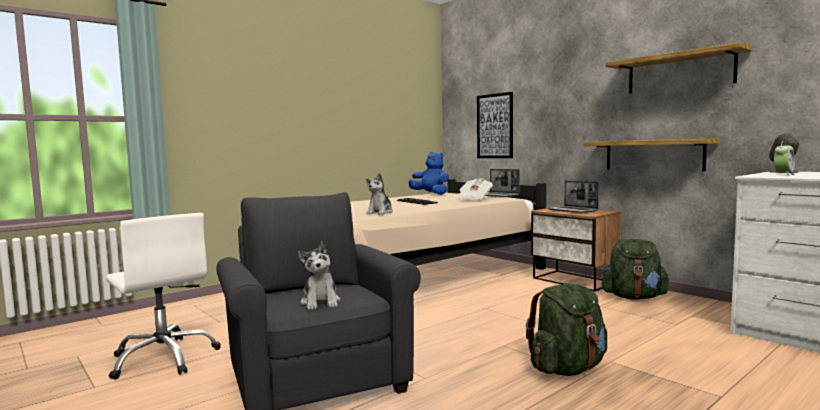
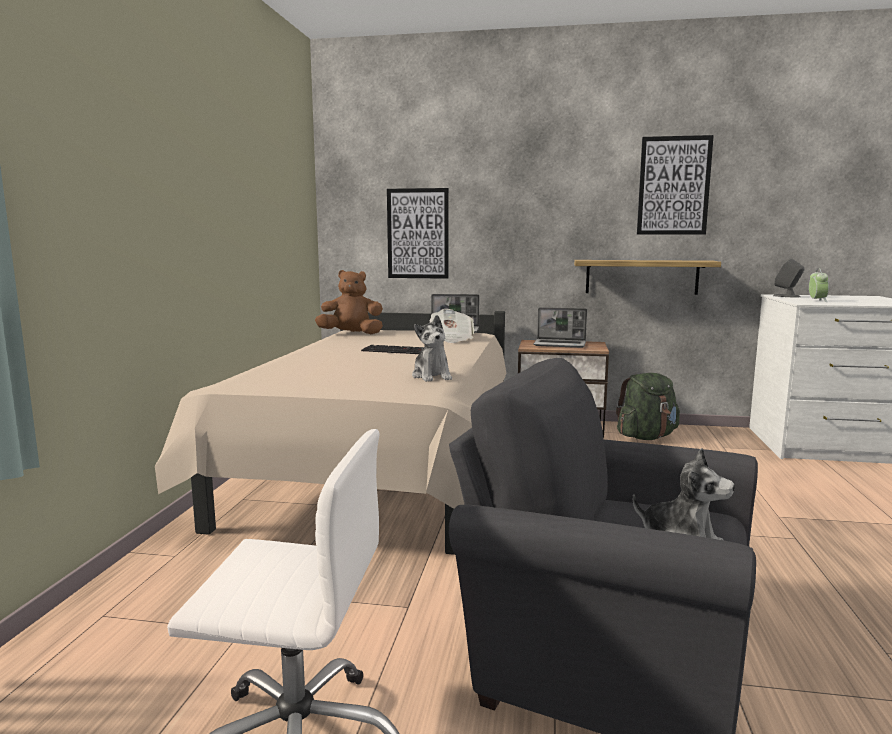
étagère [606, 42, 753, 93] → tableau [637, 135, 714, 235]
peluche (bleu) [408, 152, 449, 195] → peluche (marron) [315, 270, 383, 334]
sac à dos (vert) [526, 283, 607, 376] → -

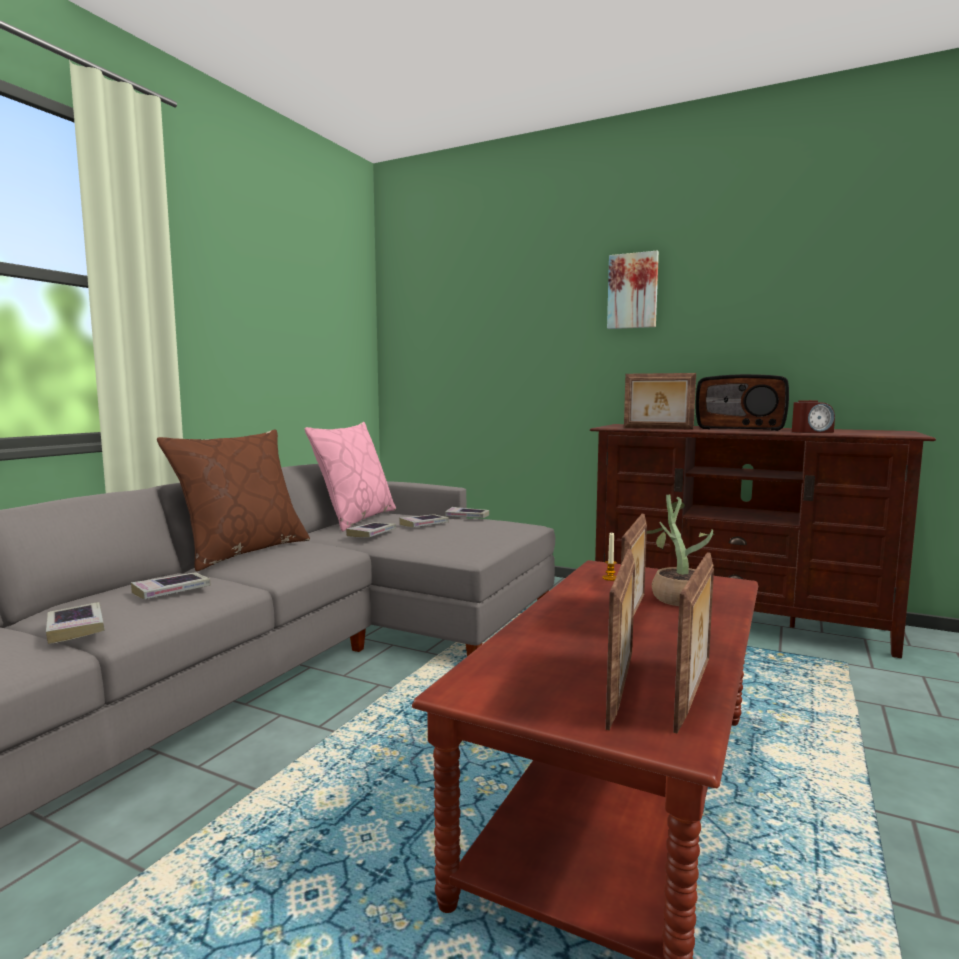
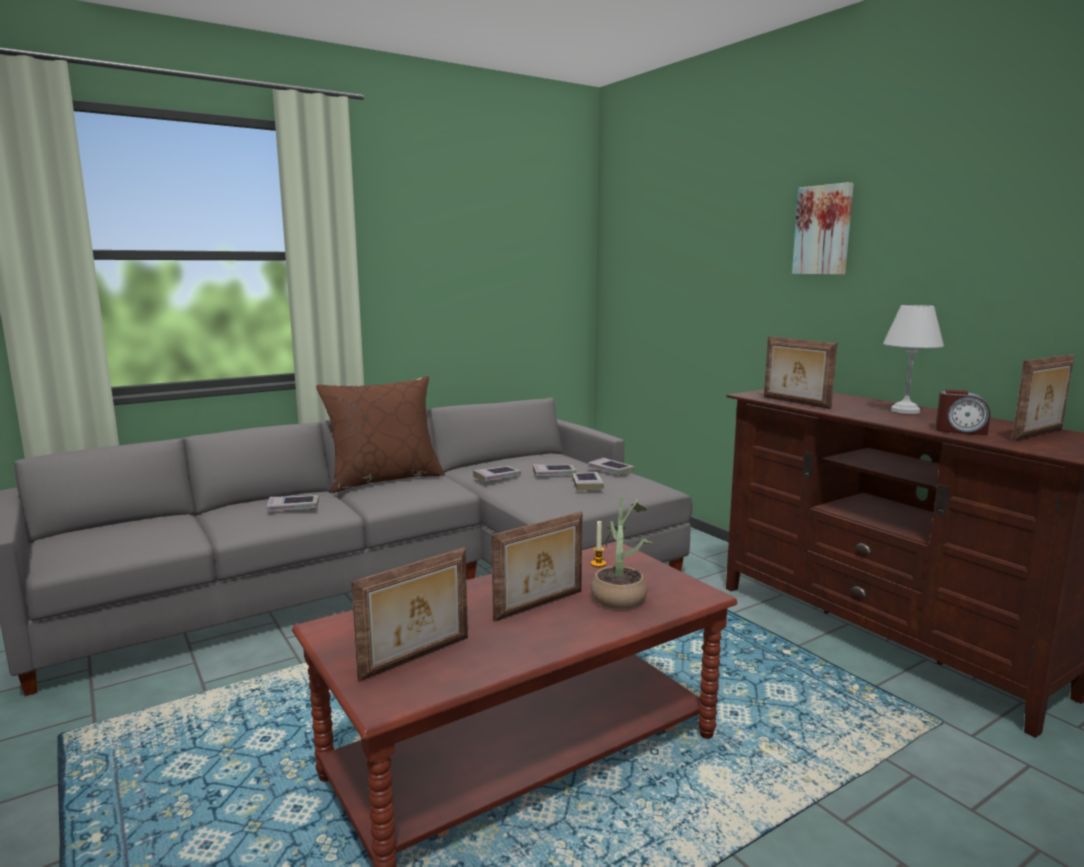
radio [696, 374, 789, 431] → lampe de table (blanc) [883, 305, 944, 414]
coussin (rose) [305, 422, 396, 531] → -
cadre photo [673, 552, 714, 733] → cadre photo [1012, 354, 1074, 441], move
livre [46, 602, 105, 644] → livre [572, 472, 604, 491], move

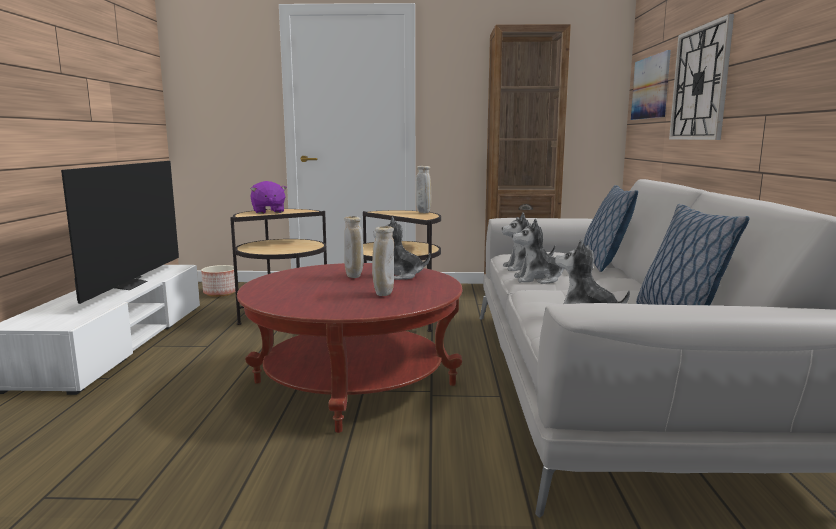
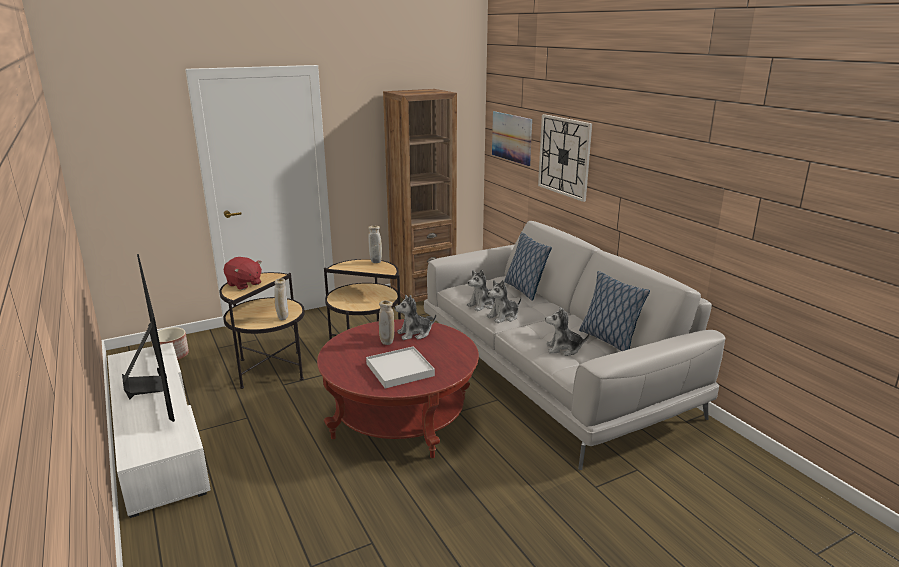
peluche (violet) [250, 181, 287, 214] → peluche (rouge) [224, 257, 262, 290]
vase (beige) [372, 226, 394, 296] → vase (beige) [274, 278, 288, 320], move
- → plateau (blanc) [366, 346, 435, 388]

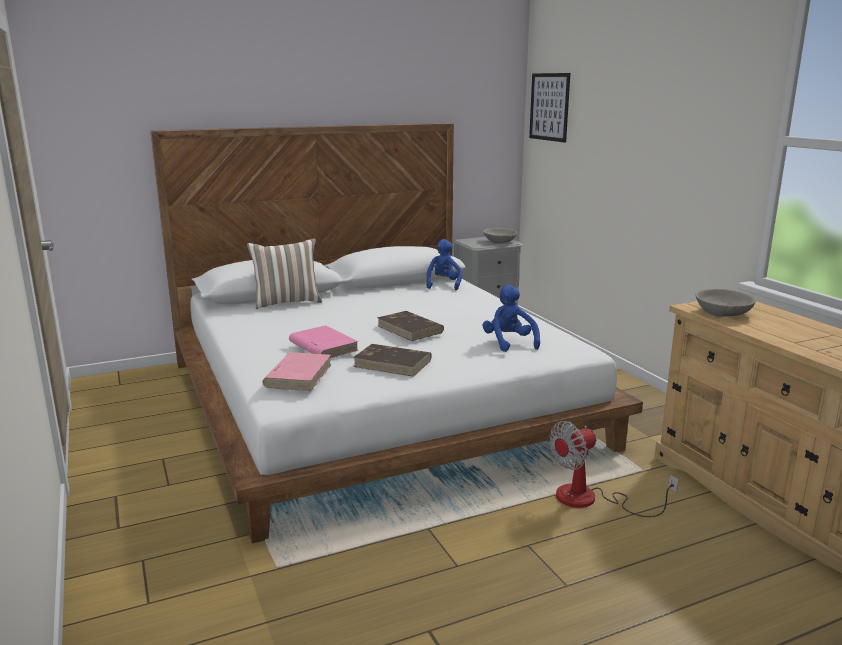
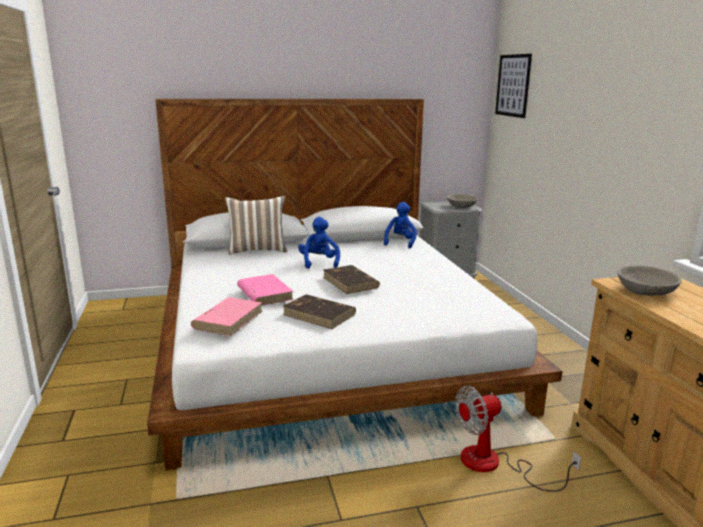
peluche (bleu) [482, 285, 540, 352] → peluche (bleu) [298, 217, 340, 269], move

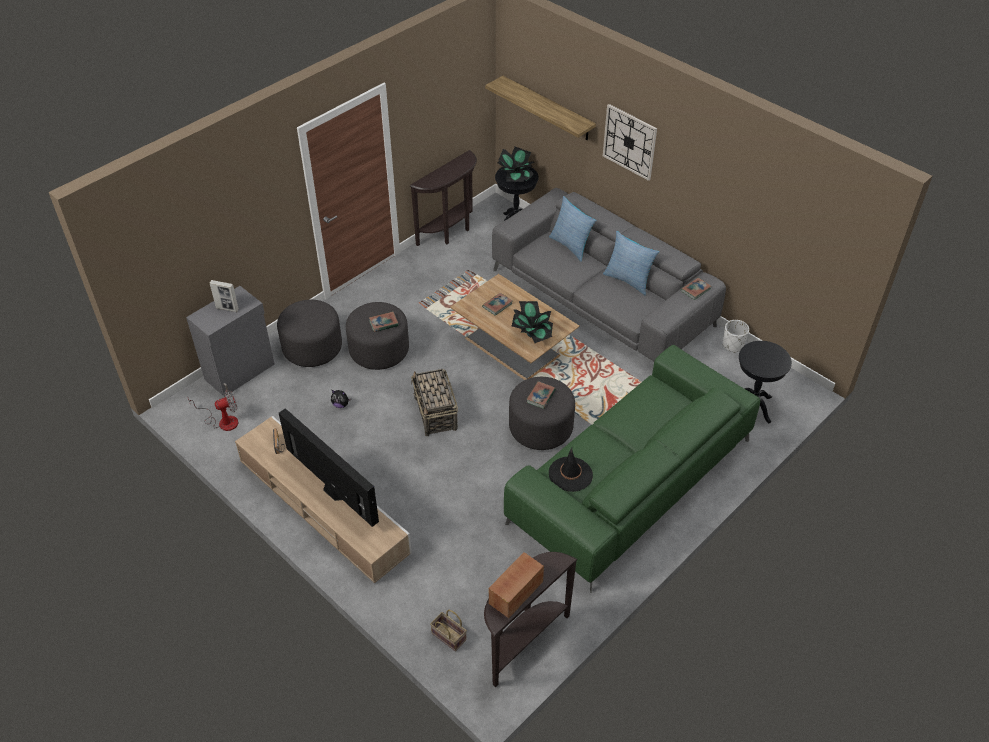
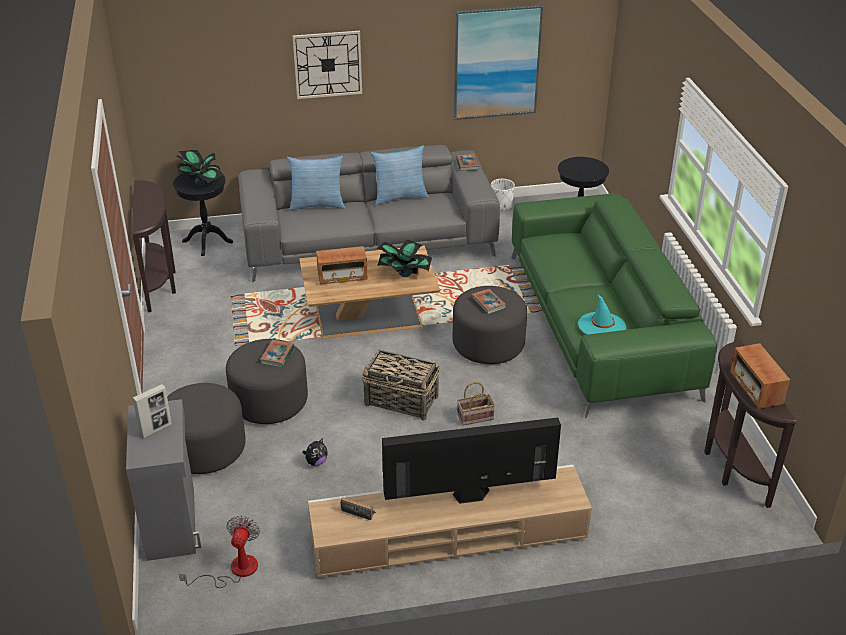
étagère [485, 76, 596, 140] → -
livre [482, 293, 513, 316] → radio [316, 246, 368, 285]
chapeau (noir) [549, 448, 593, 492] → chapeau (turquoise) [578, 294, 626, 335]
panier [430, 610, 467, 652] → panier [457, 382, 495, 426], move
- → tableau [454, 4, 543, 120]

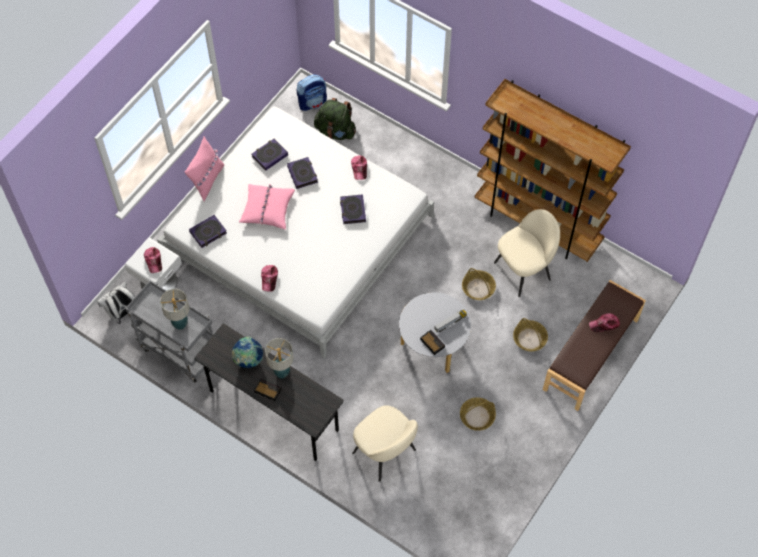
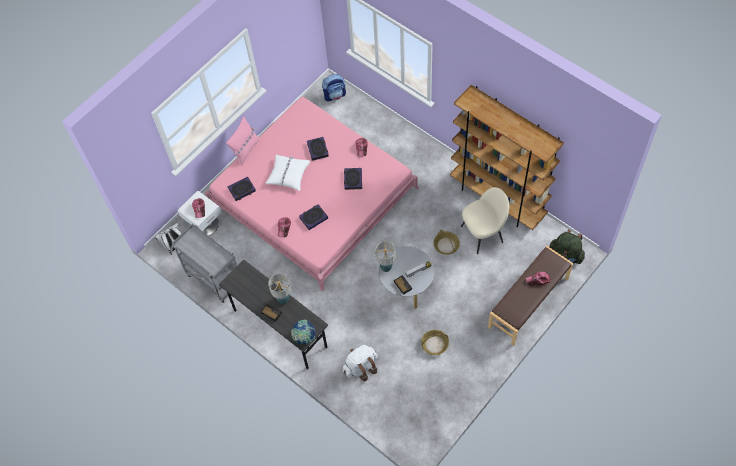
sac à dos (vert) [314, 98, 356, 140] → sac à dos (vert) [550, 230, 585, 264], move
lit (blanc) [157, 106, 435, 359] → lit (rose) [205, 97, 419, 291]
livre [252, 139, 288, 171] → livre [299, 204, 328, 230], move
coussin (rose) [239, 184, 295, 230] → coussin (blanc) [266, 155, 310, 191]
lampe de table [160, 289, 190, 330] → lampe de table [375, 241, 396, 272], move
panier [513, 318, 548, 351] → -
globe [232, 337, 263, 368] → globe [291, 319, 316, 344], move
chaise (beige) [352, 405, 418, 482] → sac à dos (blanc) [343, 345, 378, 381]

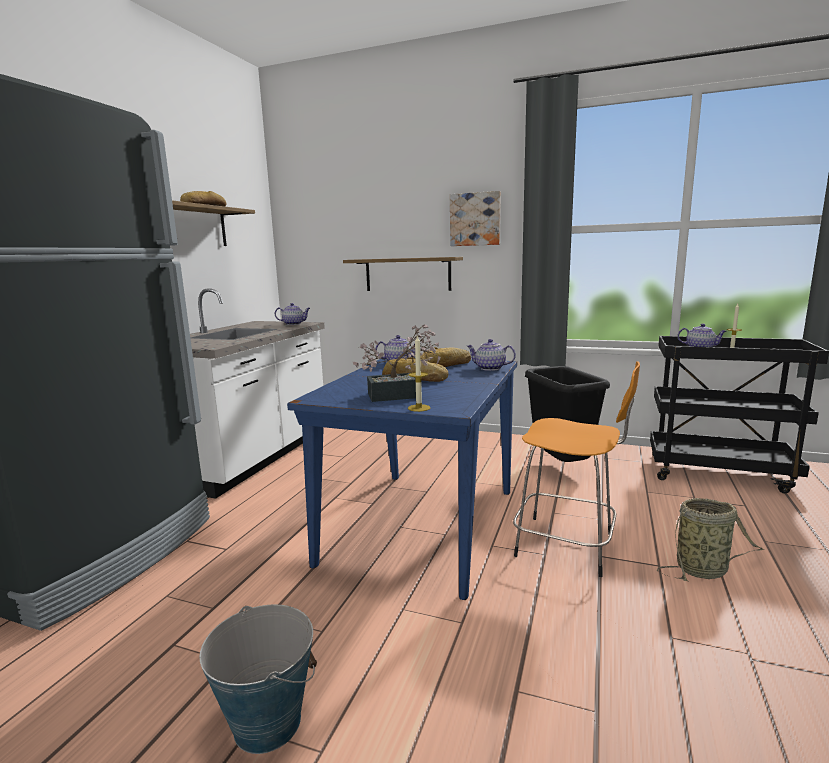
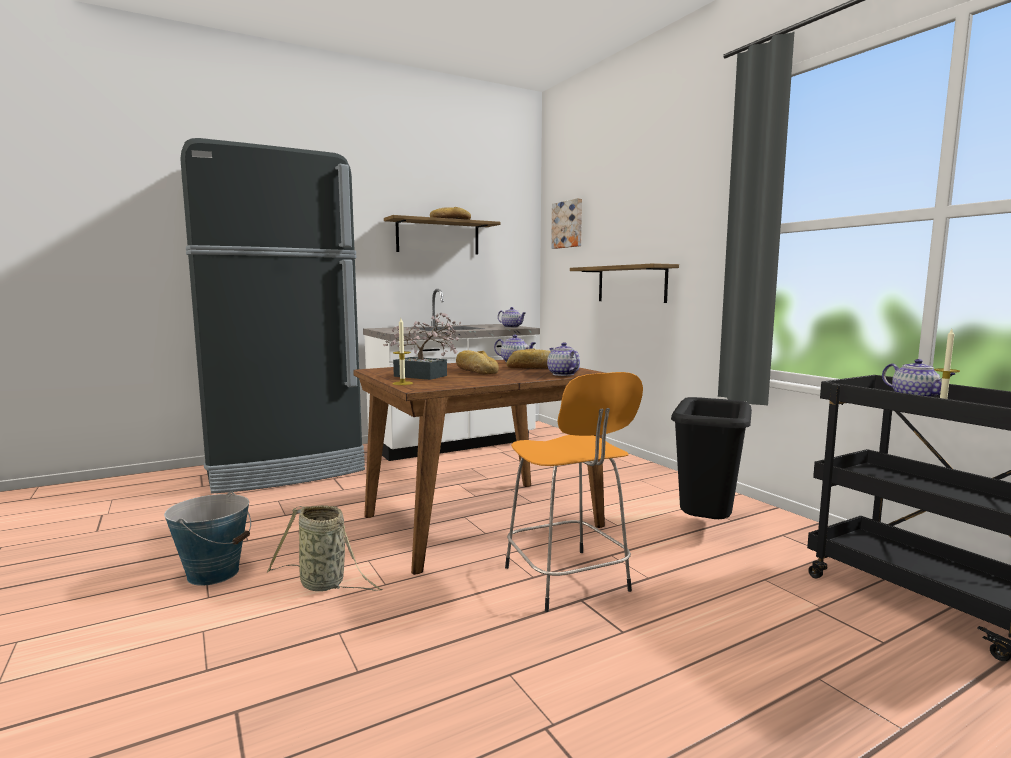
tableau [450, 191, 501, 246] → tableau [551, 198, 582, 249], move
table à manger (bleu) [287, 357, 517, 600] → table à manger (marron) [353, 360, 605, 575]
panier [657, 498, 765, 581] → panier [267, 505, 382, 591], move

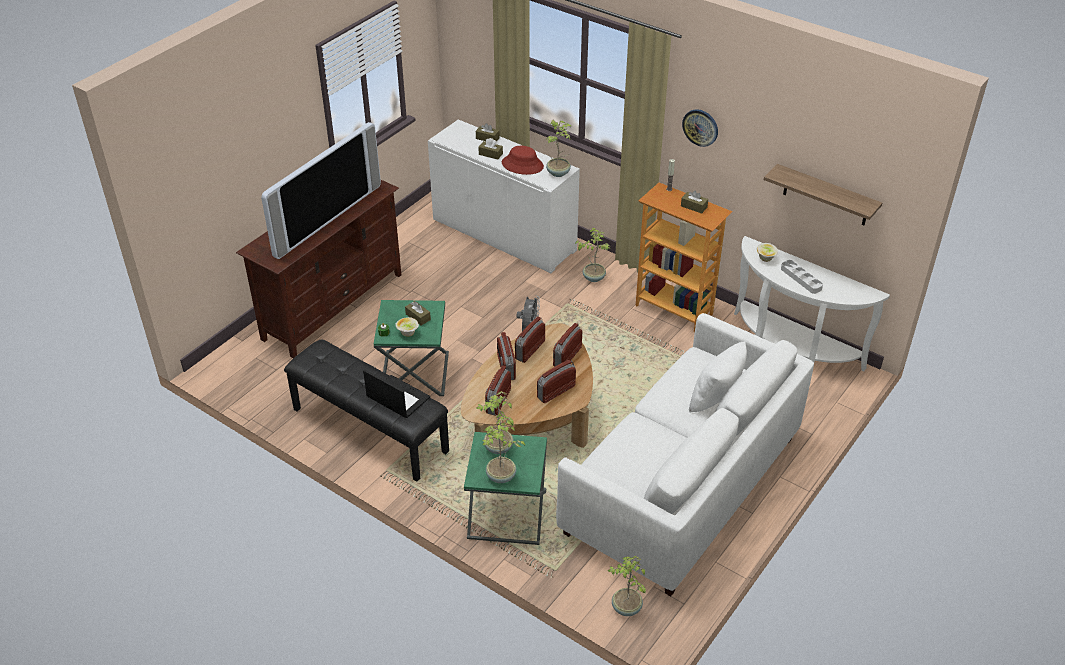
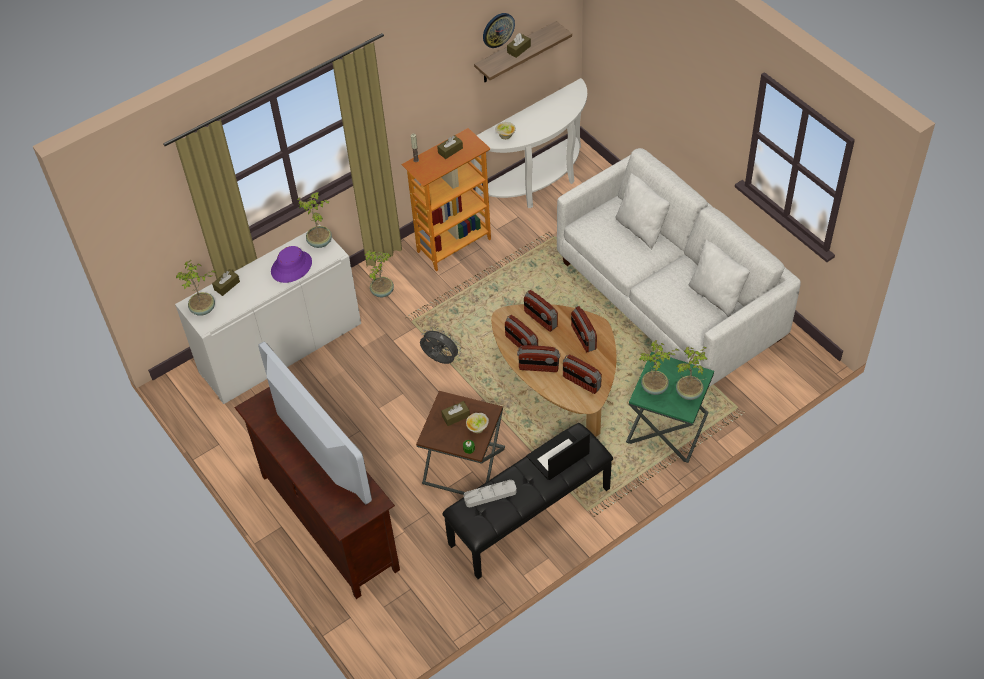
horloge murale [682, 109, 718, 147] → horloge murale [483, 13, 515, 48], move
boîte à mouchoirs (marron) [478, 138, 503, 160] → boîte à mouchoirs (marron) [507, 33, 531, 58], move
chapeau (rouge) [502, 146, 544, 175] → chapeau (violet) [271, 246, 312, 283]
plateau (gris) [781, 260, 823, 294] → plateau (gris) [464, 480, 517, 507], move
table d'appoint (vert) [374, 300, 449, 396] → table d'appoint (marron) [416, 391, 505, 495]
plante en pot [608, 556, 646, 616] → plante en pot [175, 260, 216, 316], move
- → coussin (blanc) [688, 240, 750, 317]

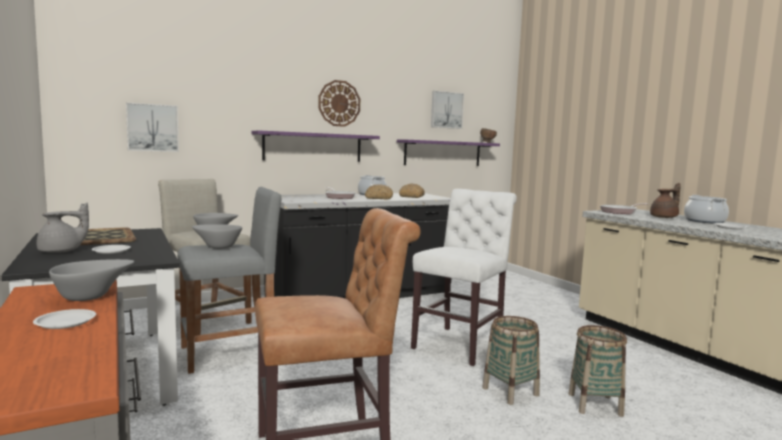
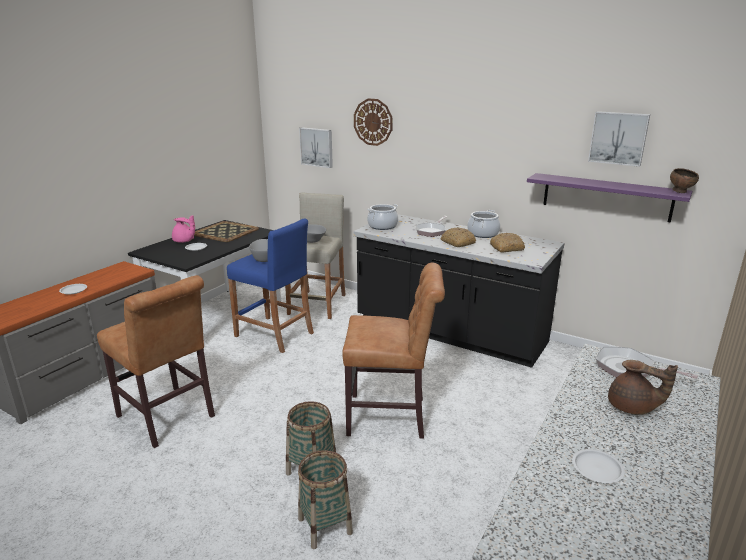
horloge murale [318, 80, 360, 127] → horloge murale [354, 98, 393, 146], move
étagère (violet) [251, 130, 380, 162] → -
tabouret (gris) [177, 187, 281, 374] → tabouret (bleu) [227, 219, 314, 353]
chaise (blanc) [411, 189, 517, 366] → chaise (marron) [342, 263, 445, 439]
marmite [684, 195, 729, 223] → marmite [367, 204, 398, 230], move
théière (gris) [36, 202, 89, 253] → théière (rose) [172, 215, 195, 243]
bol (gris) [49, 259, 134, 301] → -

